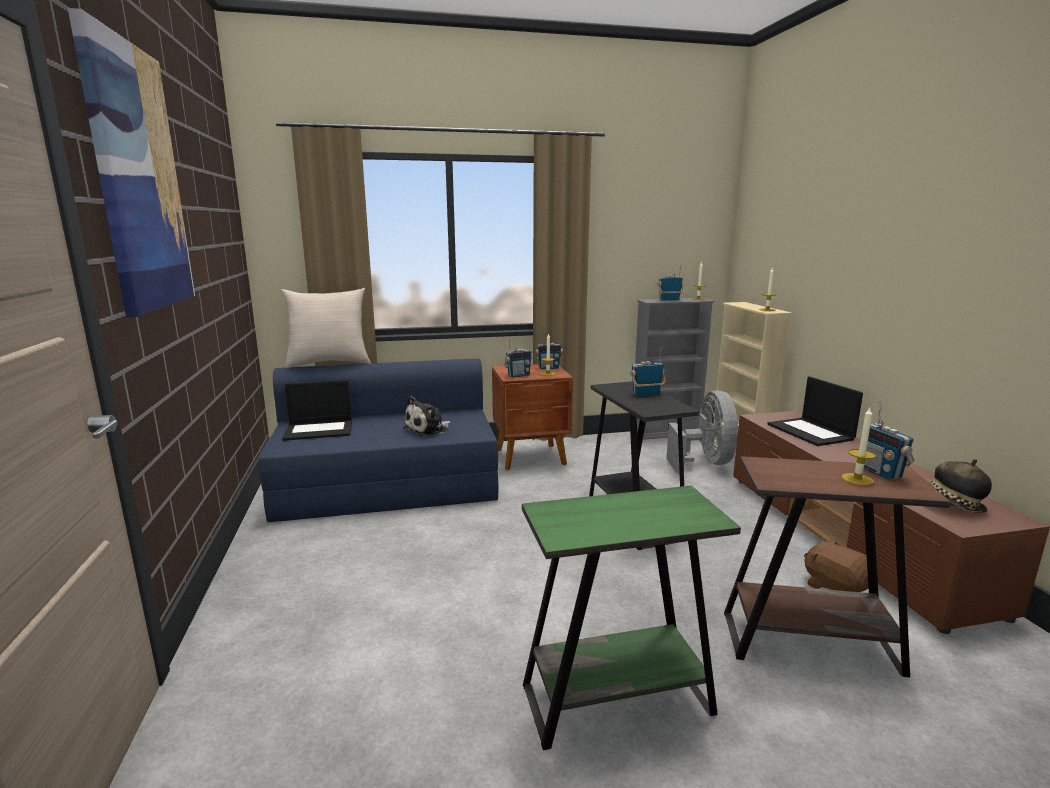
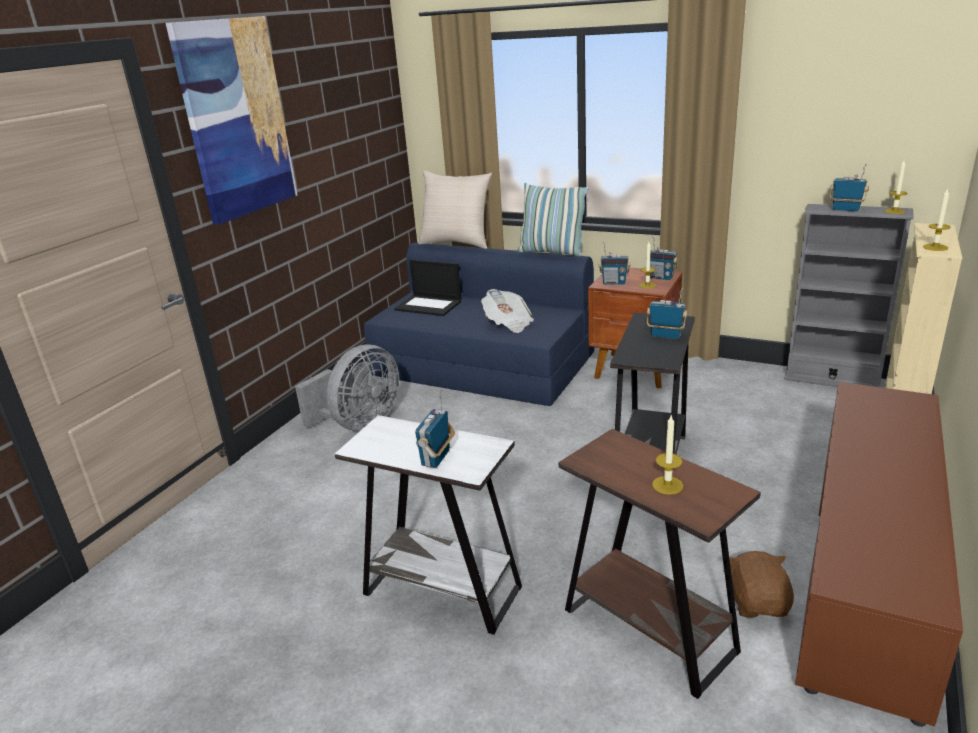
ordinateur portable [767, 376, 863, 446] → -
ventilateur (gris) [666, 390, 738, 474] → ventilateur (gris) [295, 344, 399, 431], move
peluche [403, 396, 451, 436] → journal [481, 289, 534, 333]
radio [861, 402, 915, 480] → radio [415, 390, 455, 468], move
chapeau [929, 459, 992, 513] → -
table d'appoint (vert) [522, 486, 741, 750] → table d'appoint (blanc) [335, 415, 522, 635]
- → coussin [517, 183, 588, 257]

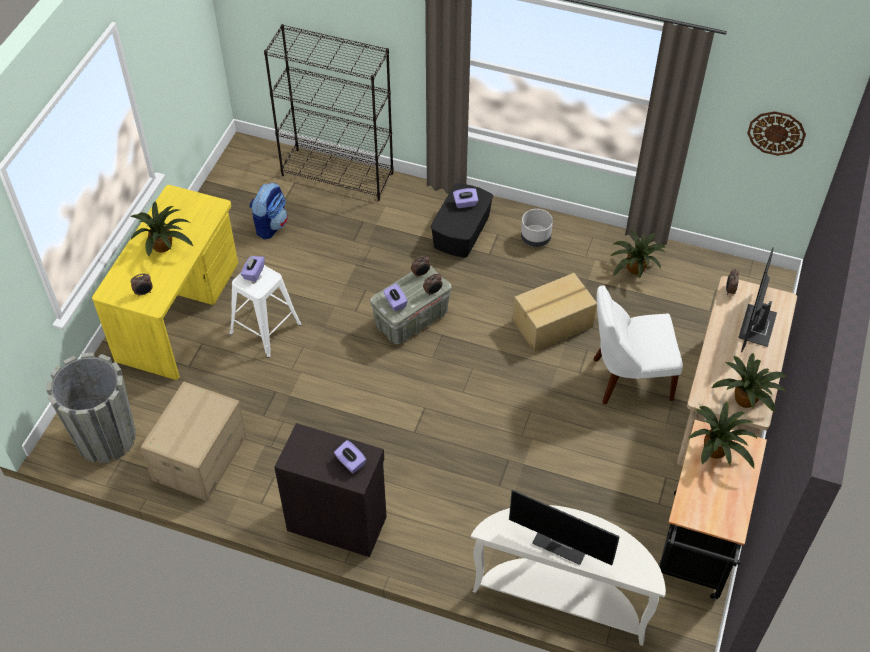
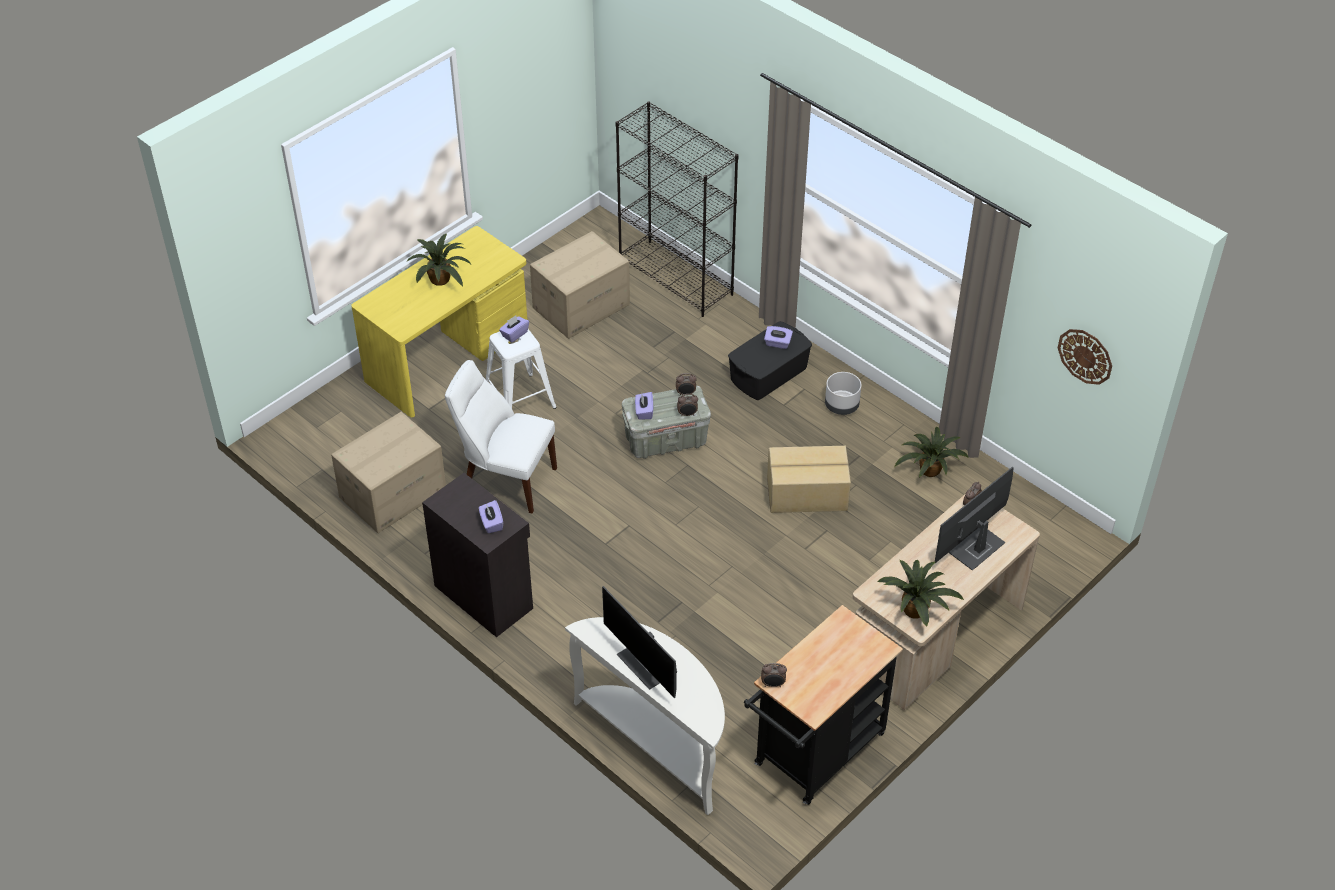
sac à dos [250, 182, 288, 239] → carton [530, 231, 630, 339]
réveil [131, 273, 153, 297] → réveil [761, 663, 787, 687], move
chaise (blanc) [594, 285, 683, 404] → chaise (blanc) [445, 360, 557, 513], move
cache-pot (gris) [46, 353, 136, 463] → -
plante en pot [688, 401, 758, 468] → -

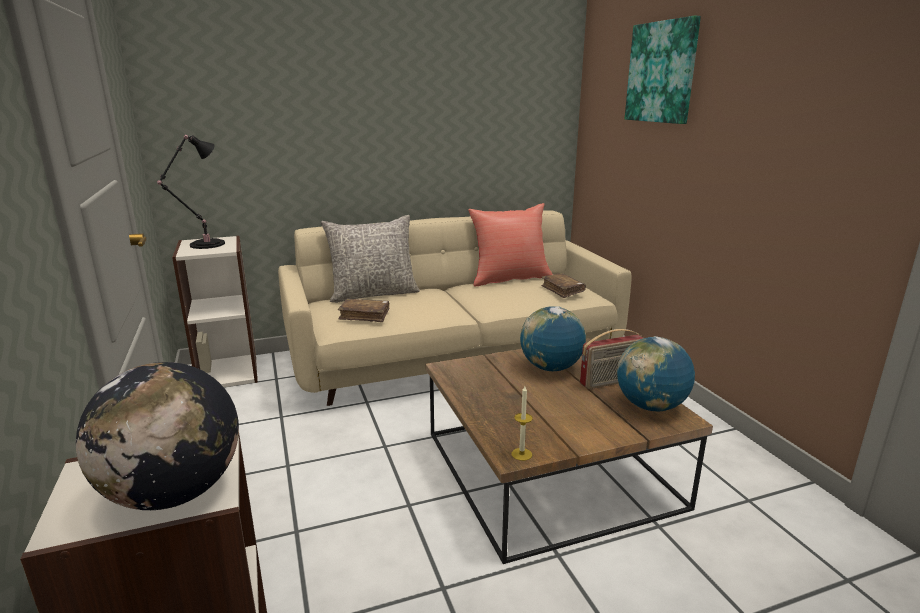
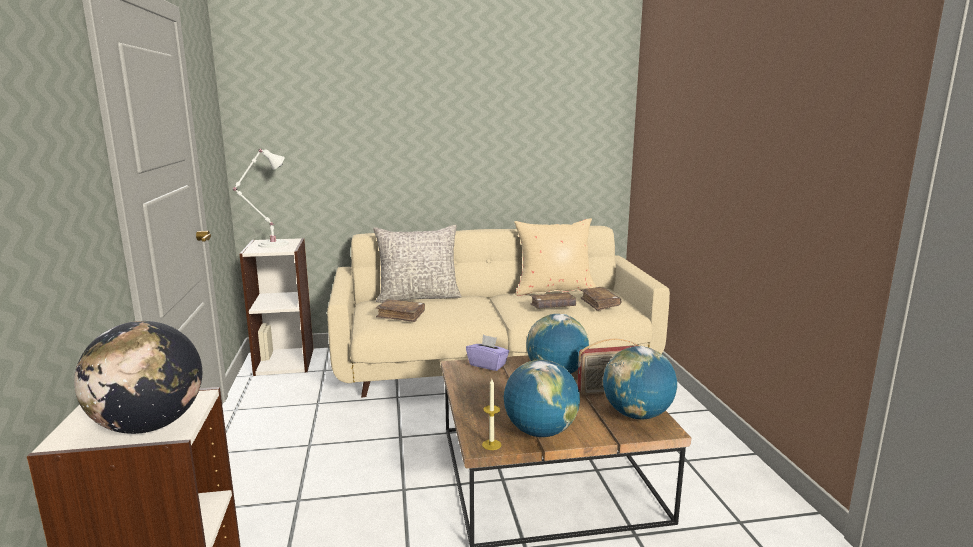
tableau [625, 16, 701, 124] → -
lampe de table (noir) [157, 135, 225, 249] → lampe de table (blanc) [233, 149, 289, 248]
coussin (rouge) [468, 203, 553, 286] → coussin (beige) [514, 218, 596, 296]
- → livre (marron) [530, 292, 576, 309]
- → boîte à mouchoirs (violet) [466, 335, 509, 371]
- → globe [504, 360, 580, 437]

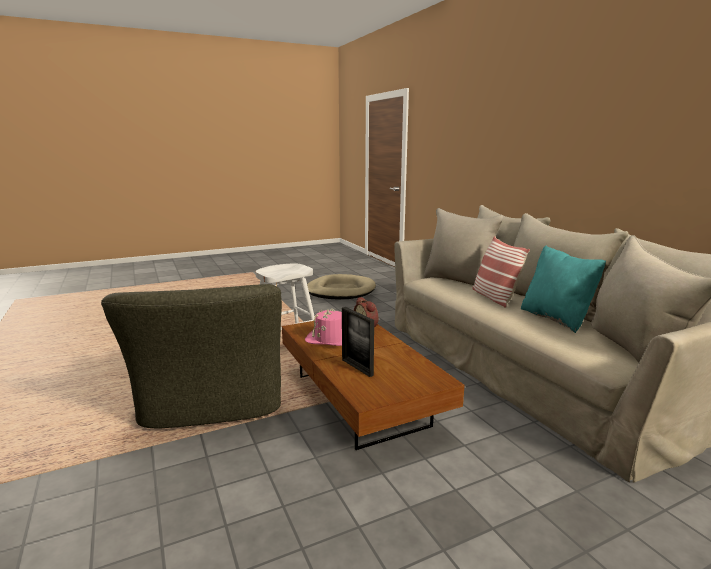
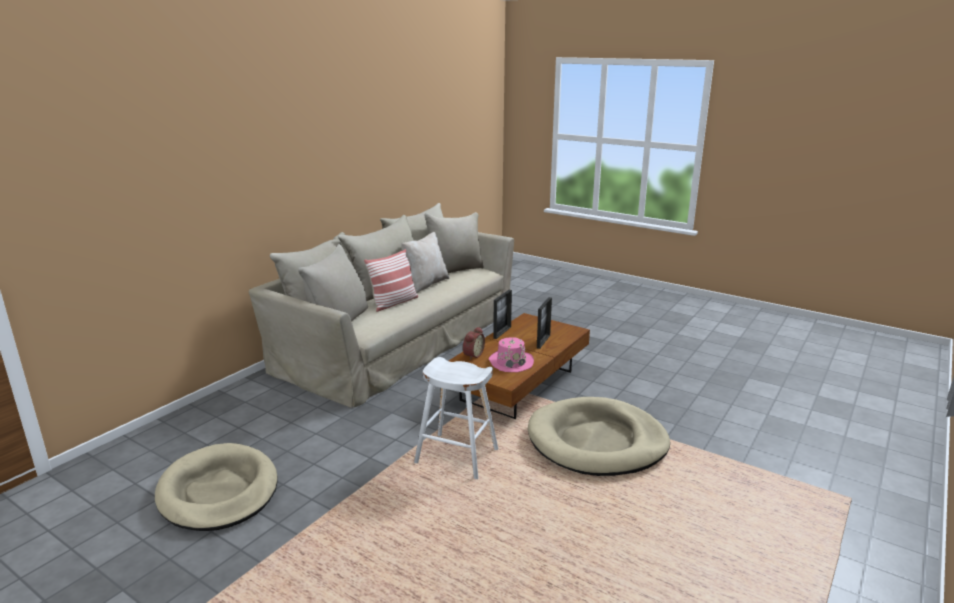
coussin (turquoise) [521, 246, 606, 333] → coussin (beige) [401, 232, 449, 293]
fauteuil (vert) [101, 284, 282, 429] → panier pour chien (beige) [528, 397, 670, 476]
- → cadre photo [493, 290, 512, 339]

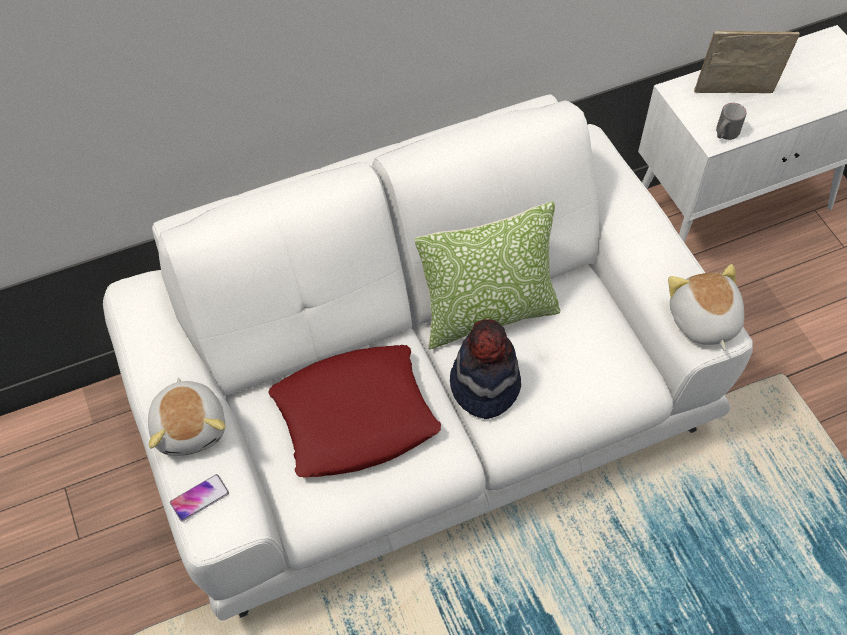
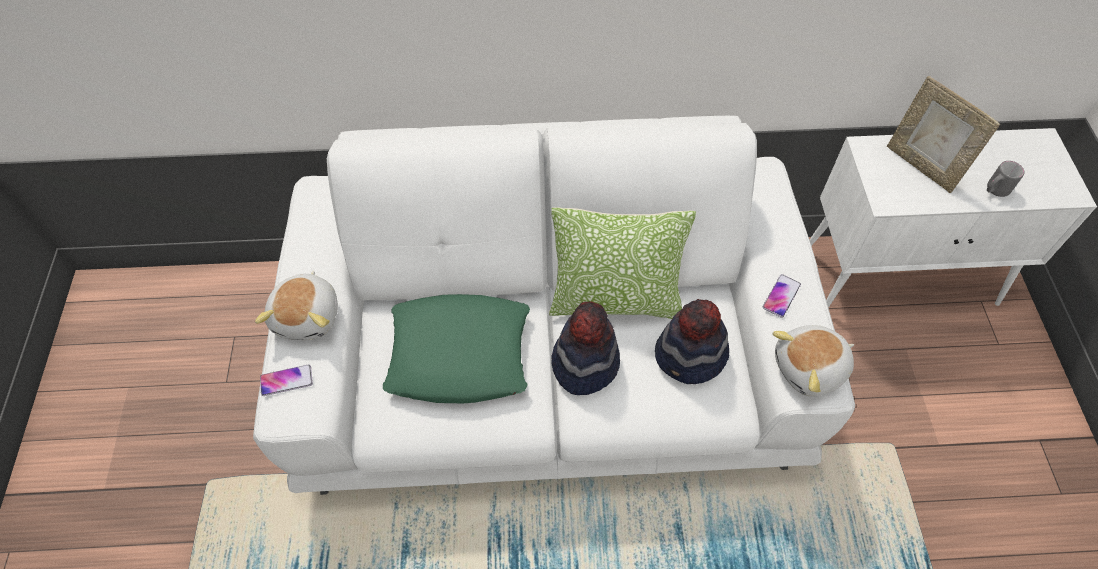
cadre photo [694, 31, 800, 93] → cadre photo [887, 76, 1000, 193], 150 degrees counterclockwise
mug (gris) [716, 103, 746, 140] → mug (gris) [987, 161, 1024, 197], move
peluche [668, 264, 744, 351] → peluche [773, 325, 854, 397], 120 degrees counterclockwise
coussin (rouge) [268, 344, 441, 478] → coussin (vert) [383, 294, 530, 403]
- → téléphone [763, 274, 801, 318]
- → chapeau [655, 299, 729, 384]

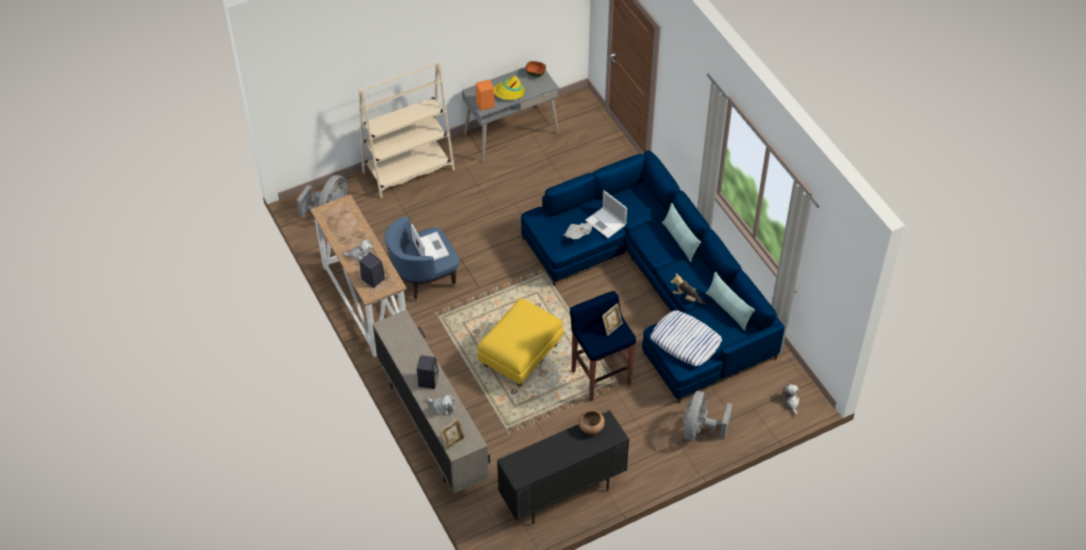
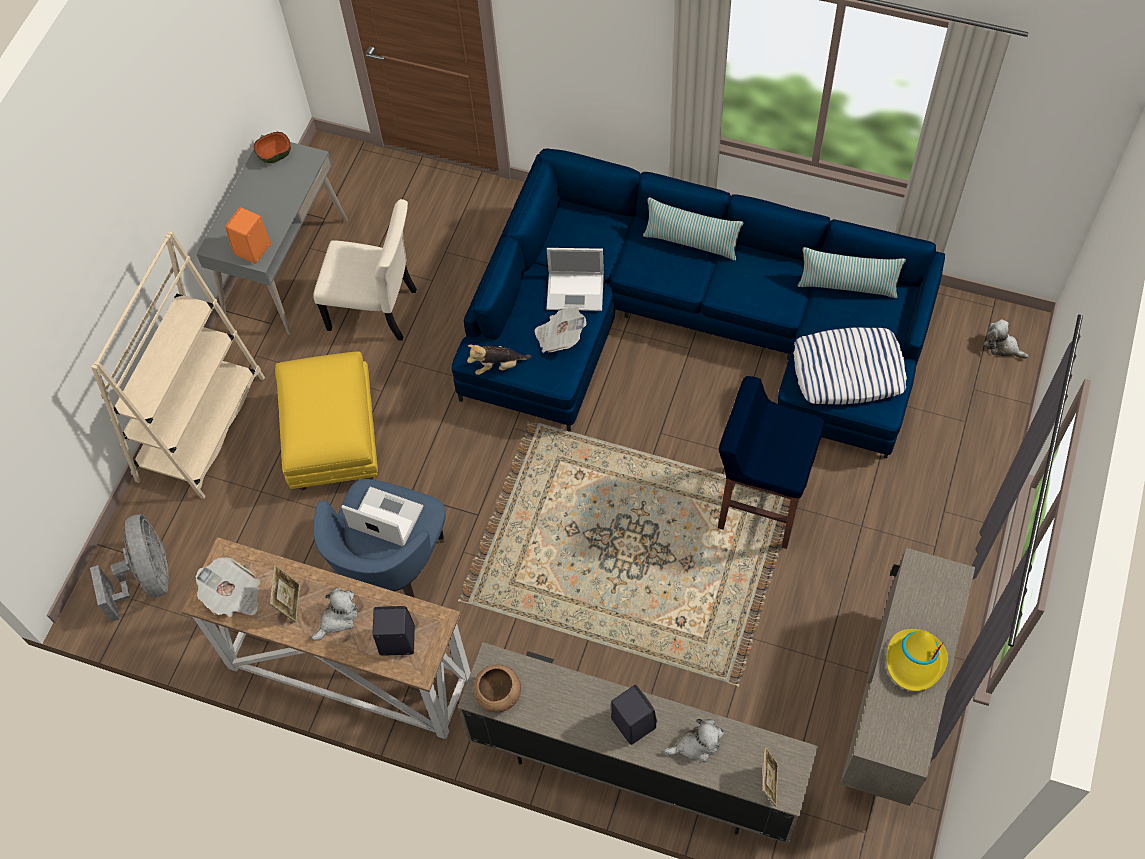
chapeau (jaune) [494, 76, 525, 100] → chapeau (jaune) [886, 629, 948, 691], move
peluche [671, 273, 706, 305] → peluche [467, 345, 531, 375], move
pouf (jaune) [477, 298, 564, 386] → pouf (jaune) [275, 351, 378, 490], move
cadre photo [602, 303, 623, 336] → cadre photo [270, 565, 300, 622], move
ventilateur (gris) [683, 391, 733, 441] → -
meuble de rangement (noir) [497, 410, 629, 524] → meuble de rangement (beige) [841, 548, 975, 806]
bol (marron) [579, 410, 605, 434] → bol (marron) [473, 665, 521, 713], move
- → chaise (beige) [313, 199, 417, 341]
- → journal [196, 557, 260, 617]

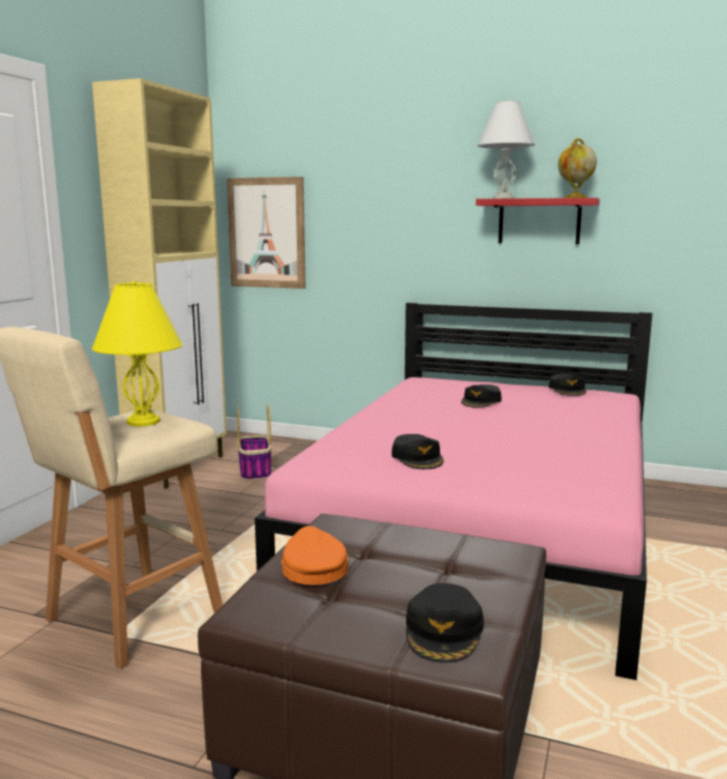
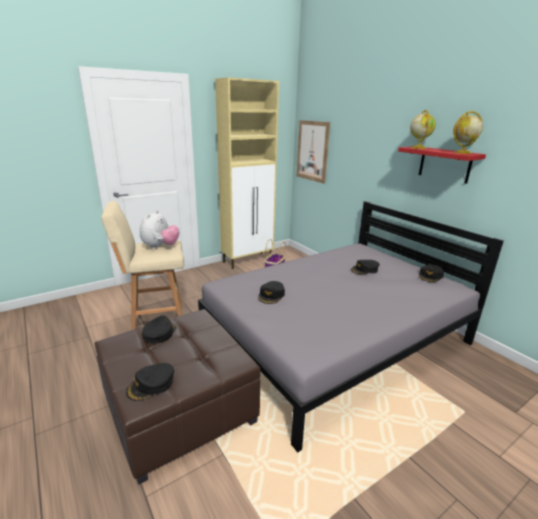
lampe de table (blanc) [477, 101, 535, 199] → globe [410, 110, 436, 149]
lampe de table (jaune) [92, 281, 183, 426] → peluche [140, 210, 179, 249]
lit (rose) [255, 302, 653, 680] → lit (gris) [198, 201, 503, 453]
casquette (orange) [281, 526, 348, 585] → casquette (noir) [142, 315, 177, 343]

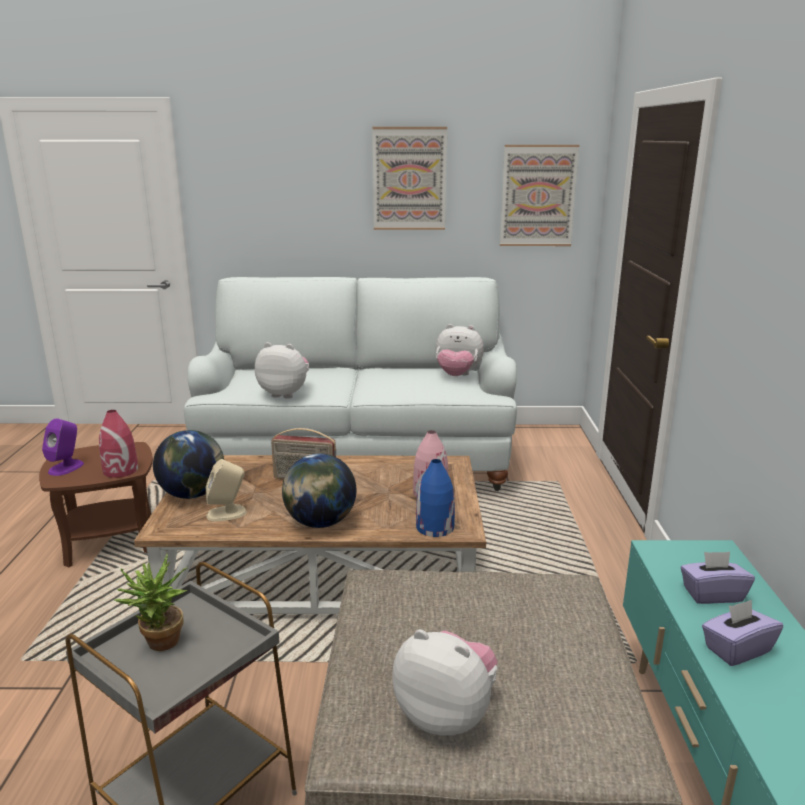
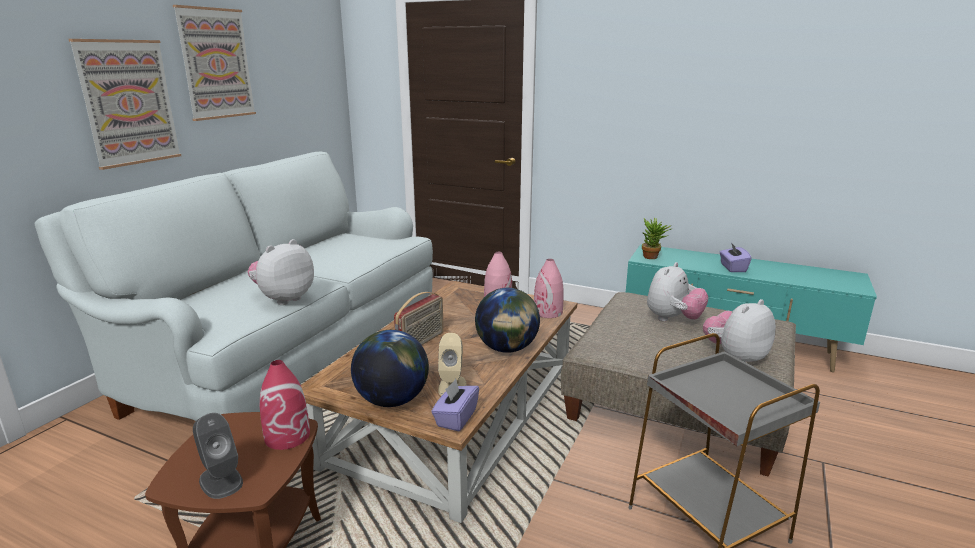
tableau [500, 145, 580, 246] → tableau [69, 39, 181, 170], move
peluche [436, 324, 484, 376] → peluche [647, 262, 708, 321], move
enceinte (violet) [42, 419, 84, 476] → enceinte (gris) [193, 413, 243, 499]
vase (bleu) [416, 459, 455, 537] → vase (rose) [534, 259, 563, 318]
boîte à mouchoirs (violet) [681, 552, 755, 604] → boîte à mouchoirs (violet) [431, 379, 479, 431], move
plante en pot [114, 553, 188, 651] → plante en pot [642, 217, 673, 259], move

